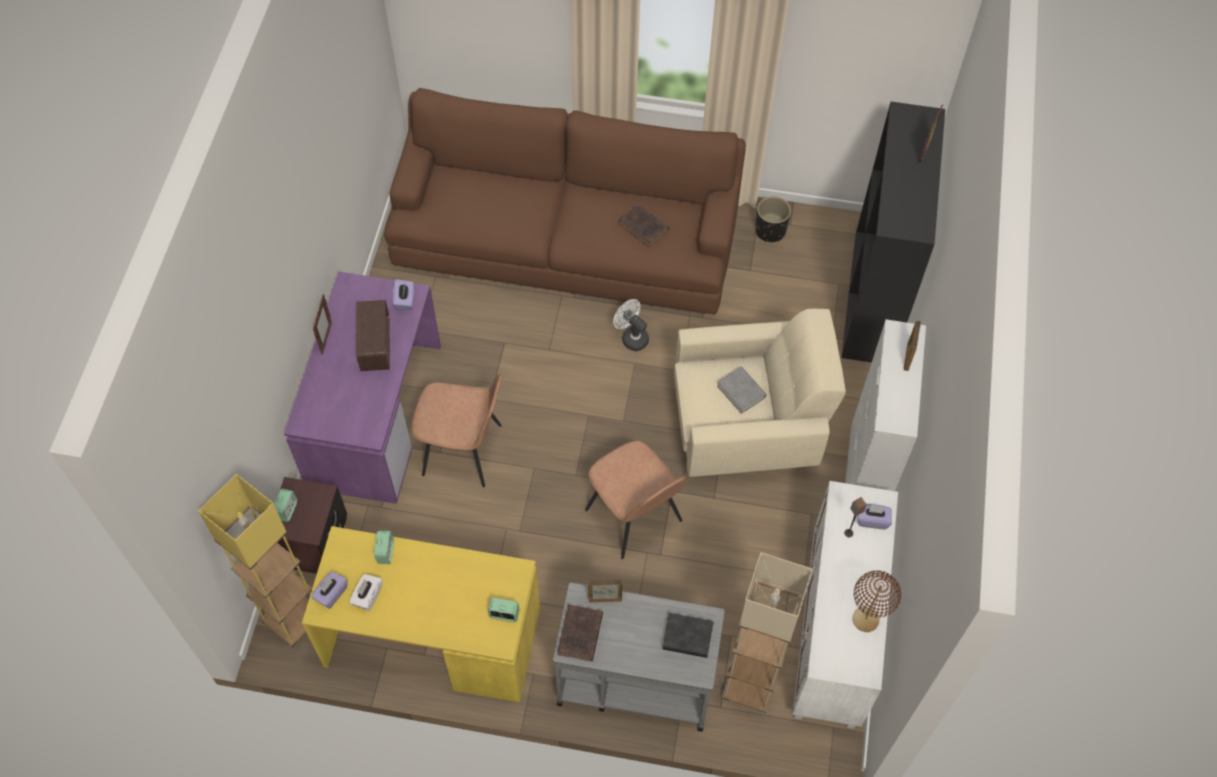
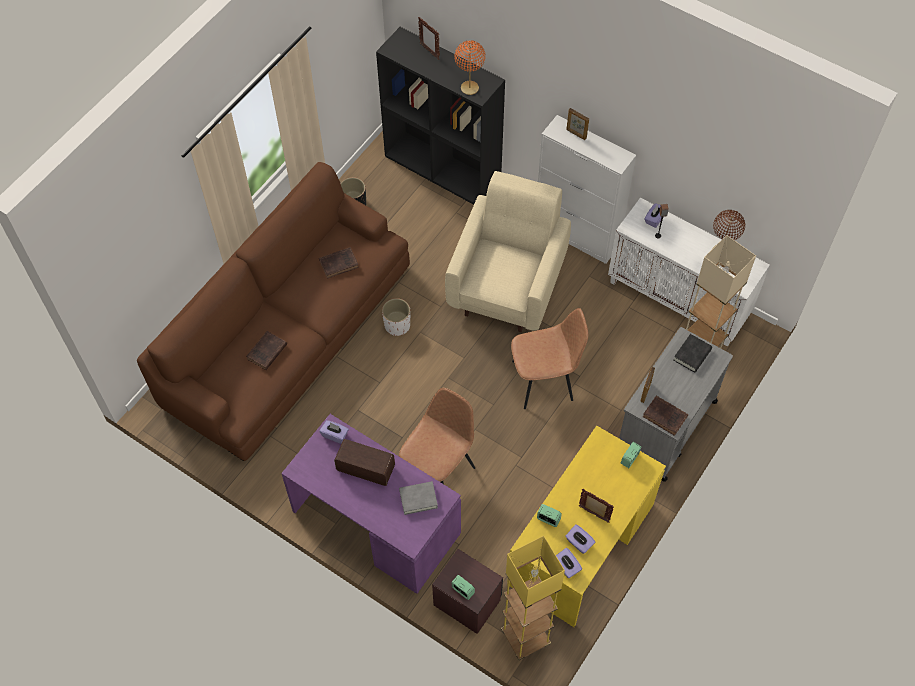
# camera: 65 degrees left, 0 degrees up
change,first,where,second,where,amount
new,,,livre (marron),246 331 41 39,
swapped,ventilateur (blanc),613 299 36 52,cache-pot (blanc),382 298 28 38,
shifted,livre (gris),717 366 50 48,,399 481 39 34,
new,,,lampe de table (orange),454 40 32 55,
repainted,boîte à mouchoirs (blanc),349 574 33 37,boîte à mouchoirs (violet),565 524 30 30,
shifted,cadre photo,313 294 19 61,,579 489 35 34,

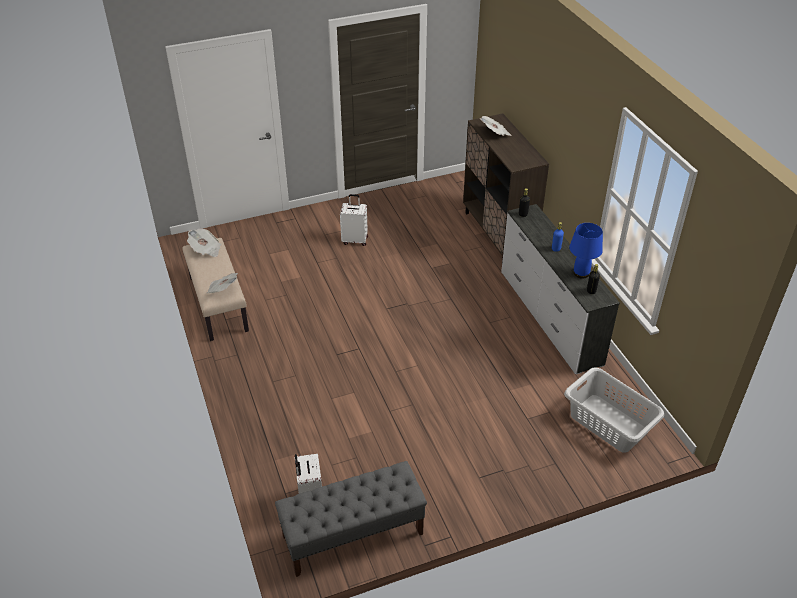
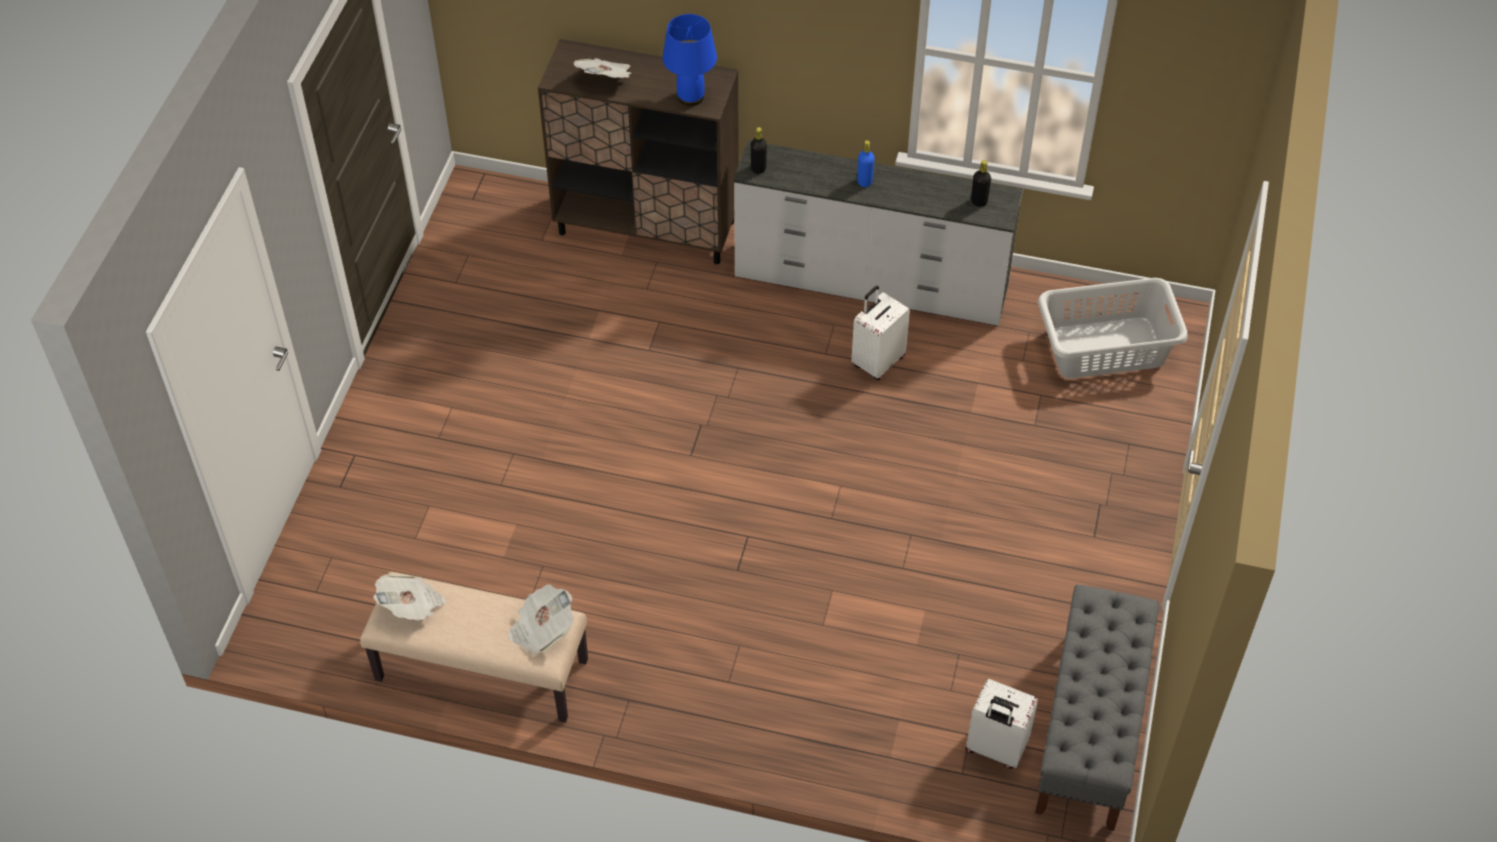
# camera: 55 degrees left, 10 degrees up
change,first,where,second,where,amount
shifted,lampe de table (bleu),569 223 34 56,,662 14 55 92,
shifted,valise (blanc),340 194 28 52,,851 286 59 94,

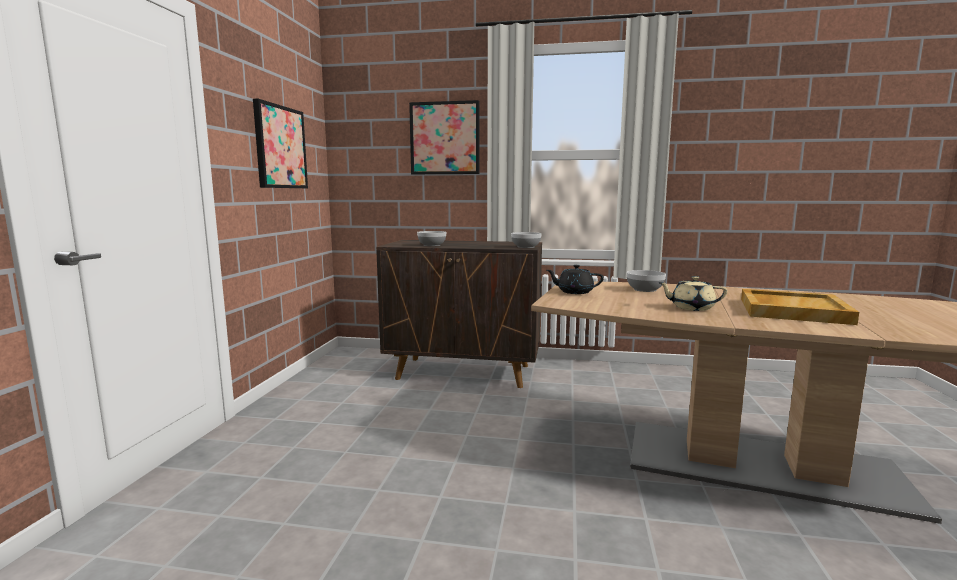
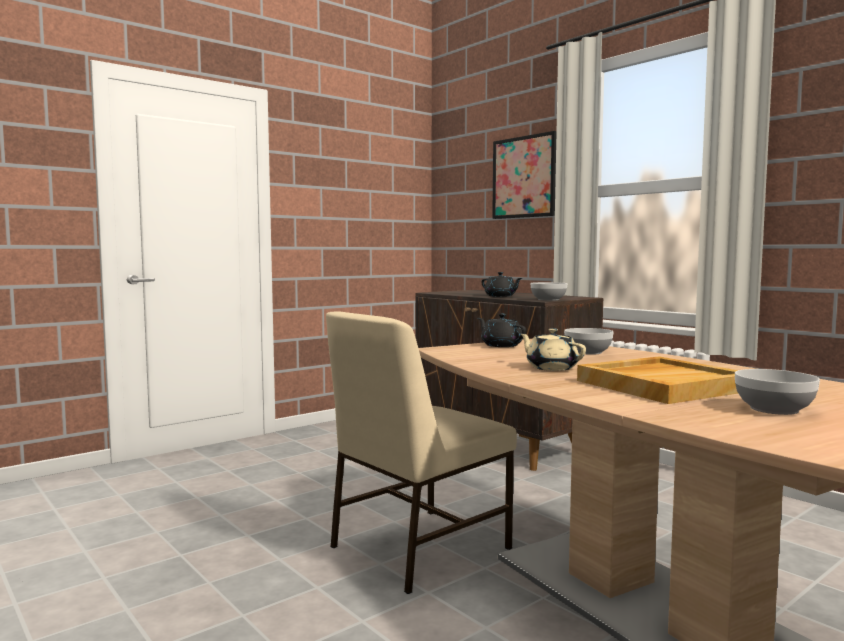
# camera: 40 degrees right, 5 degrees down
change,first,where,second,where,amount
new,,,chaise (beige),326 311 191 283,
new,,,théière (noir),481 272 41 25,
shifted,bol,417 231 29 15,,735 369 85 46,
gone,tableau,253 99 55 89,,,

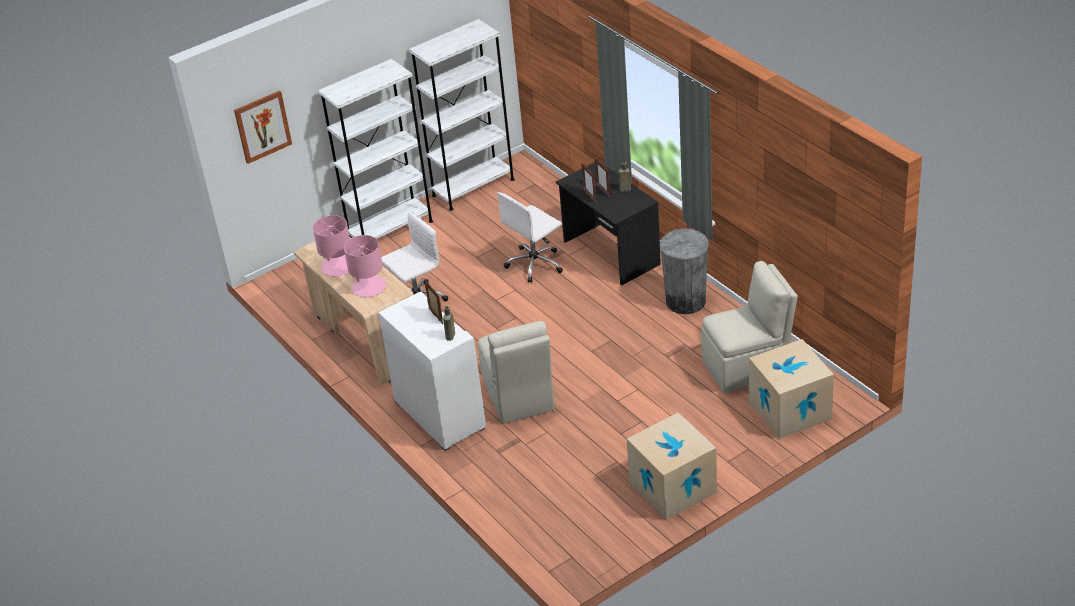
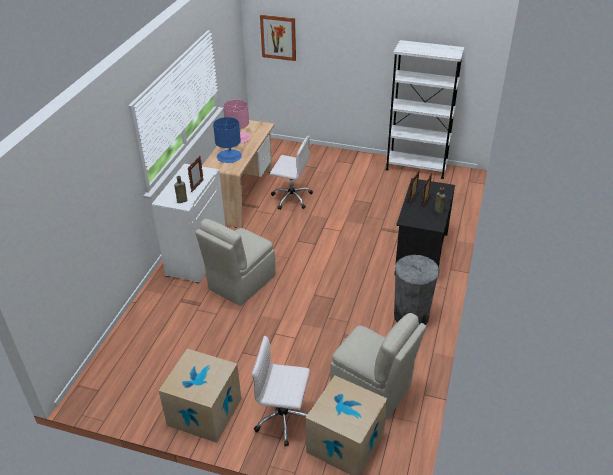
# camera: 50 degrees right, 0 degrees up
change,first,where,second,where,amount
repainted,lampe de table (rose),344 235 42 63,lampe de table (bleu),213 117 29 46,
shifted,chaise de bureau (blanc),497 192 66 91,,252 336 58 111,
gone,bibliothèque (blanc),318 59 115 180,,,

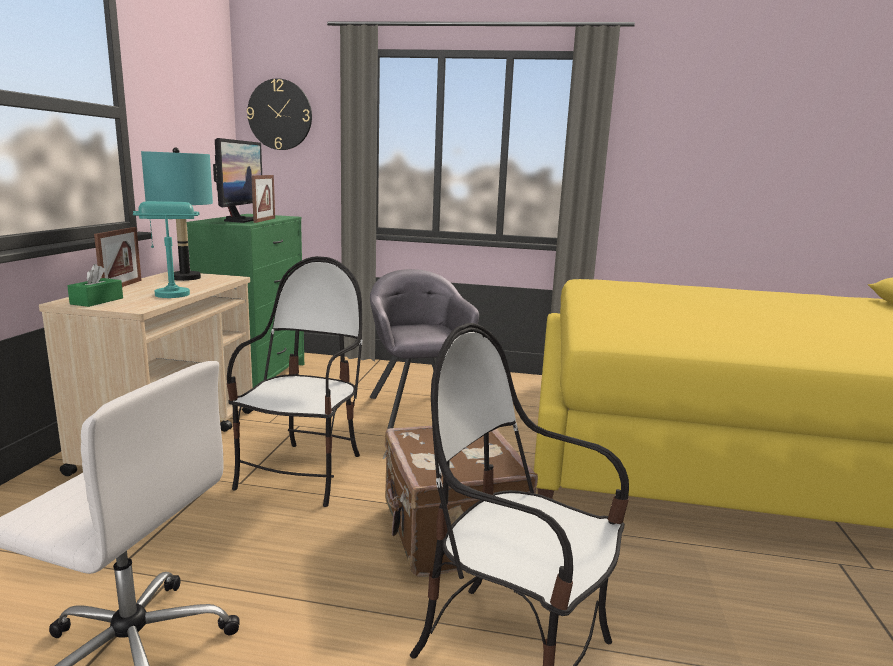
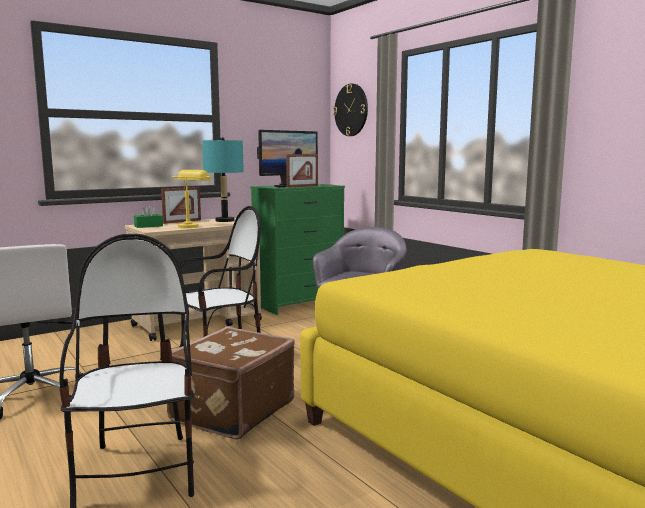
# camera: 45 degrees right, 5 degrees down
change,first,where,second,where,amount
repainted,lampe de table (turquoise),133 201 66 97,lampe de table (jaune),172 170 38 58,

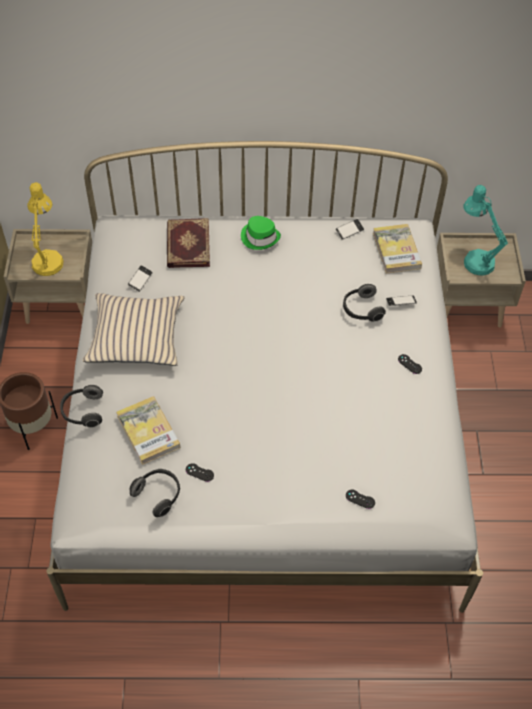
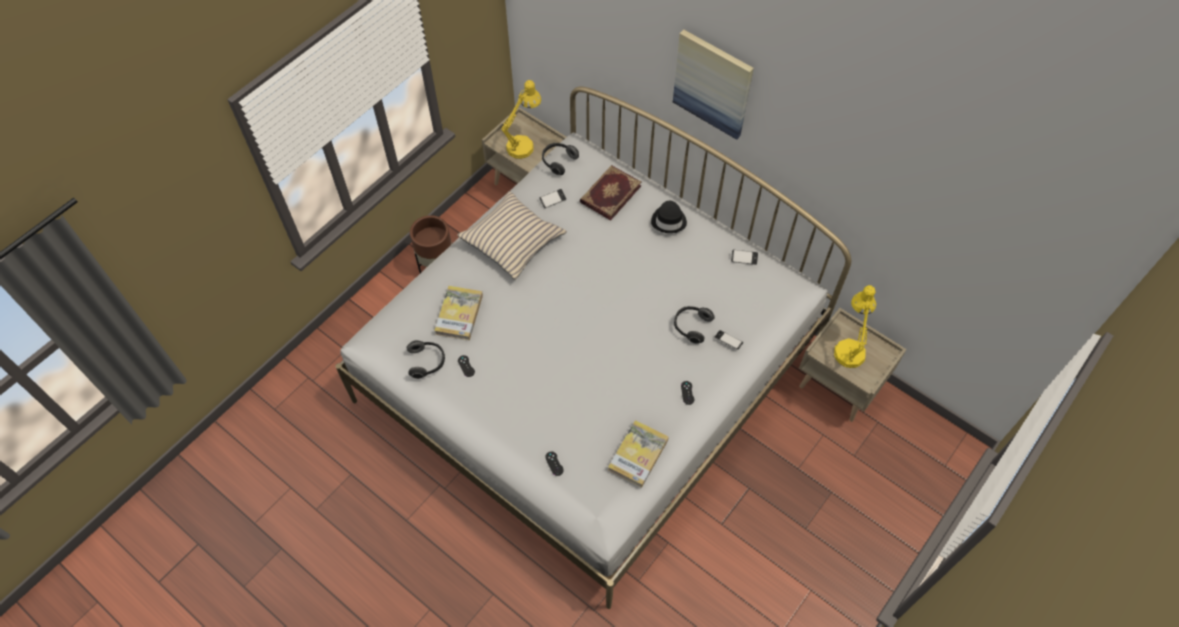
# camera: 40 degrees right, 5 degrees up
change,first,where,second,where,amount
shifted,casque audio,60 385 43 43,,542 143 37 32,
shifted,livre,373 224 49 50,,608 420 61 68,
repainted,chapeau (vert),241 216 40 34,chapeau (noir),651 201 36 32,
new,,,tableau,673 30 81 110,
repainted,lampe de table (turquoise),464 185 44 90,lampe de table (jaune),834 285 42 83,

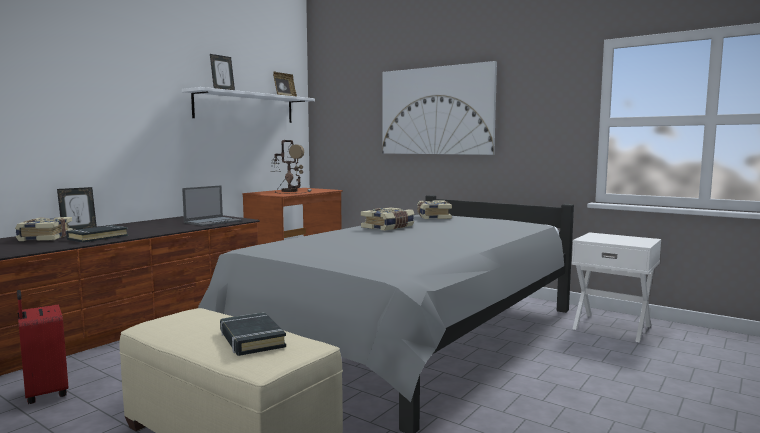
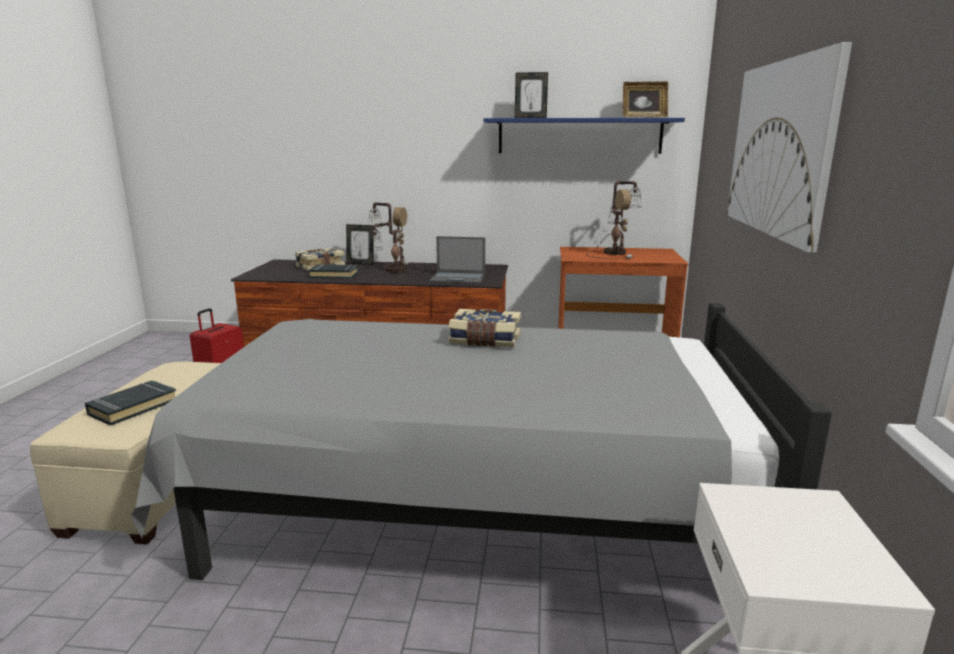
# camera: 60 degrees right, 10 degrees up
change,first,where,second,where,amount
new,,,lampe de table,368 202 61 72,
repainted,étagère (blanc),182 87 133 36,étagère (bleu),483 118 202 36,
gone,livre,417 201 35 18,,,

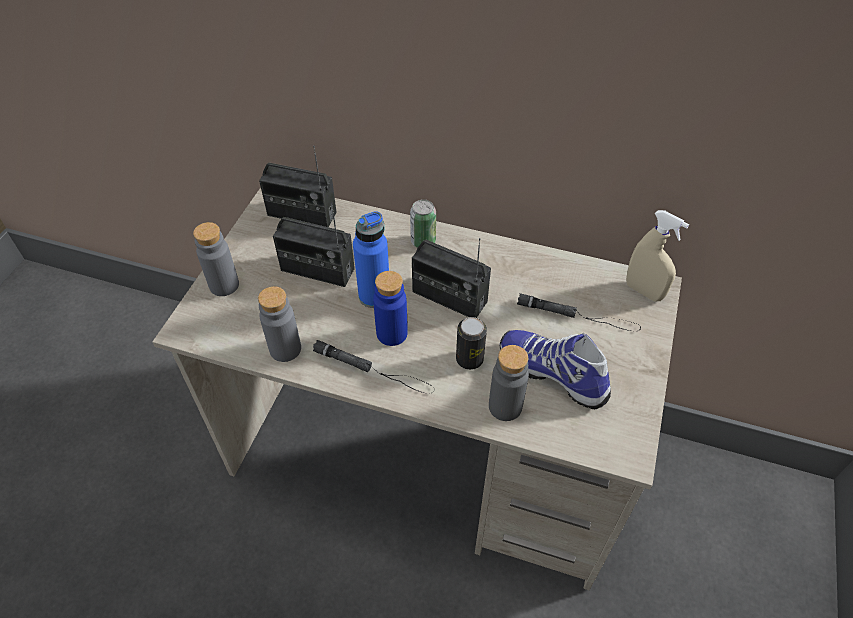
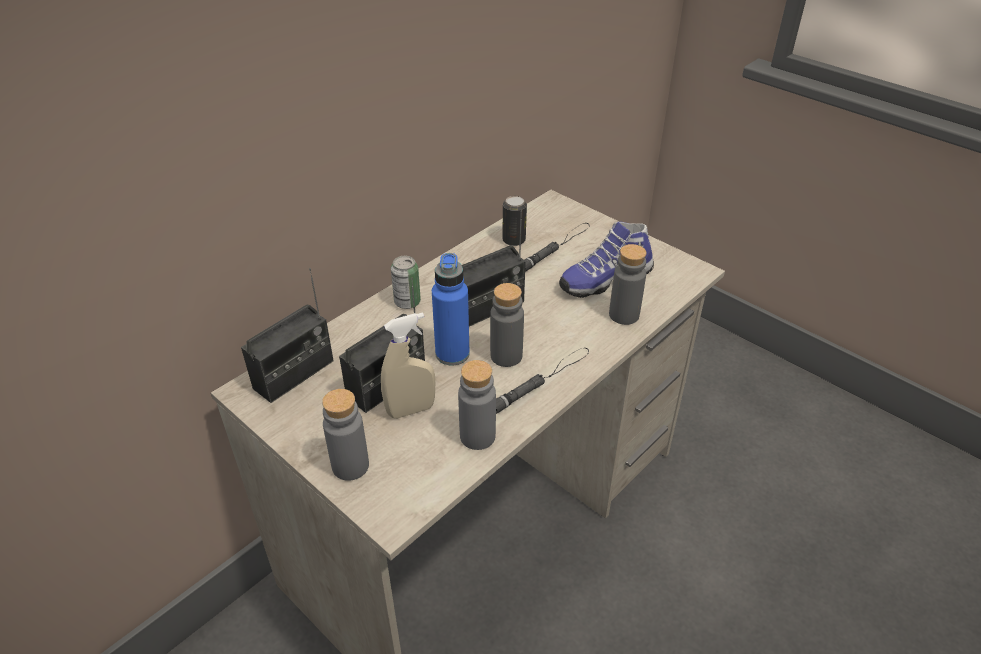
# camera: 65 degrees left, 10 degrees down
change,first,where,second,where,amount
shifted,vaporisateur (beige),626 210 63 92,,381 313 54 106,
repainted,bouteille (bleu),373 271 35 75,bouteille (gris),490 283 34 84,
shifted,boîte métallique,456 317 31 53,,502 196 25 50,

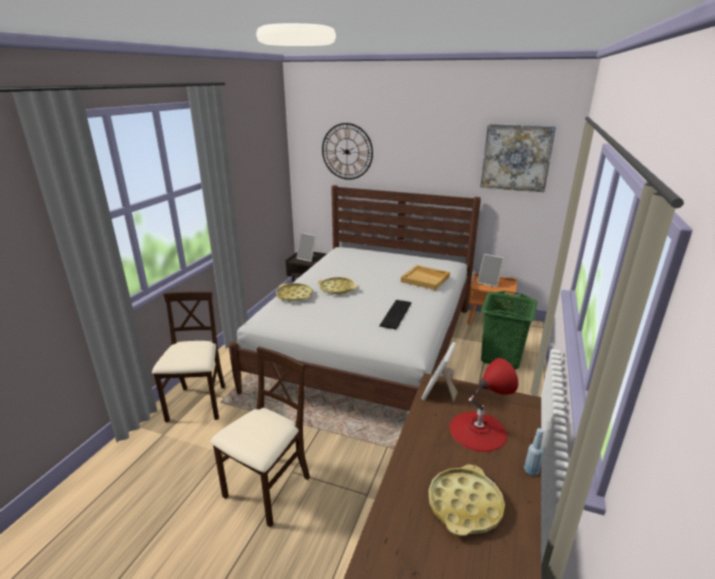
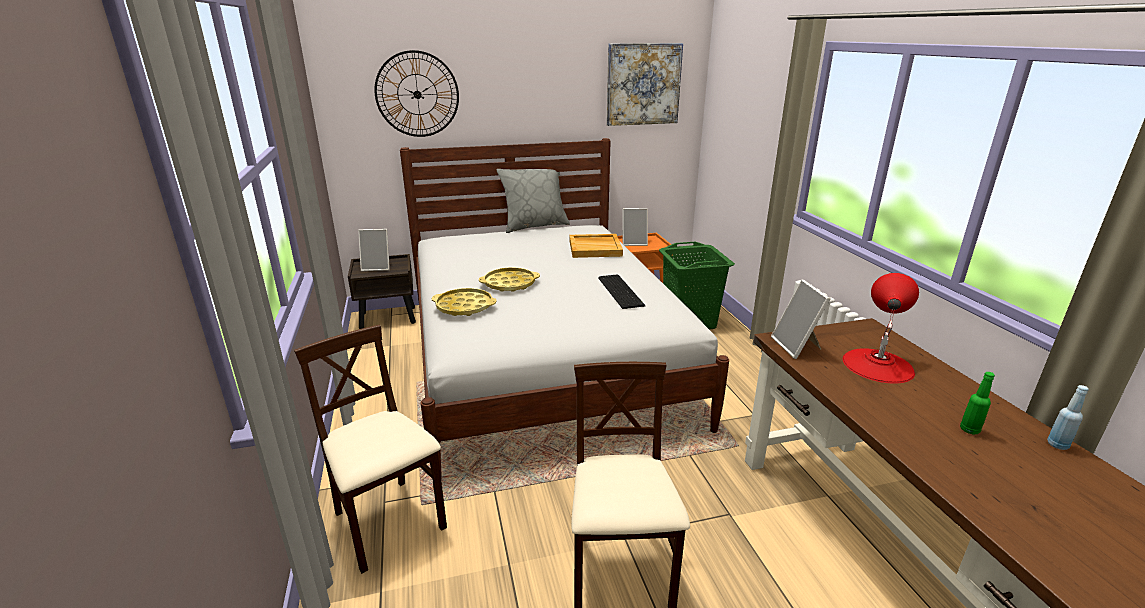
# camera: 35 degrees left, 0 degrees up
change,first,where,second,where,amount
new,,,coussin (gris),496 169 74 64,
swapped,plateau (jaune),428 464 77 72,bouteille (vert),960 372 35 62,
shifted,bouteille (bleu),524 428 20 48,,1047 385 42 65,

